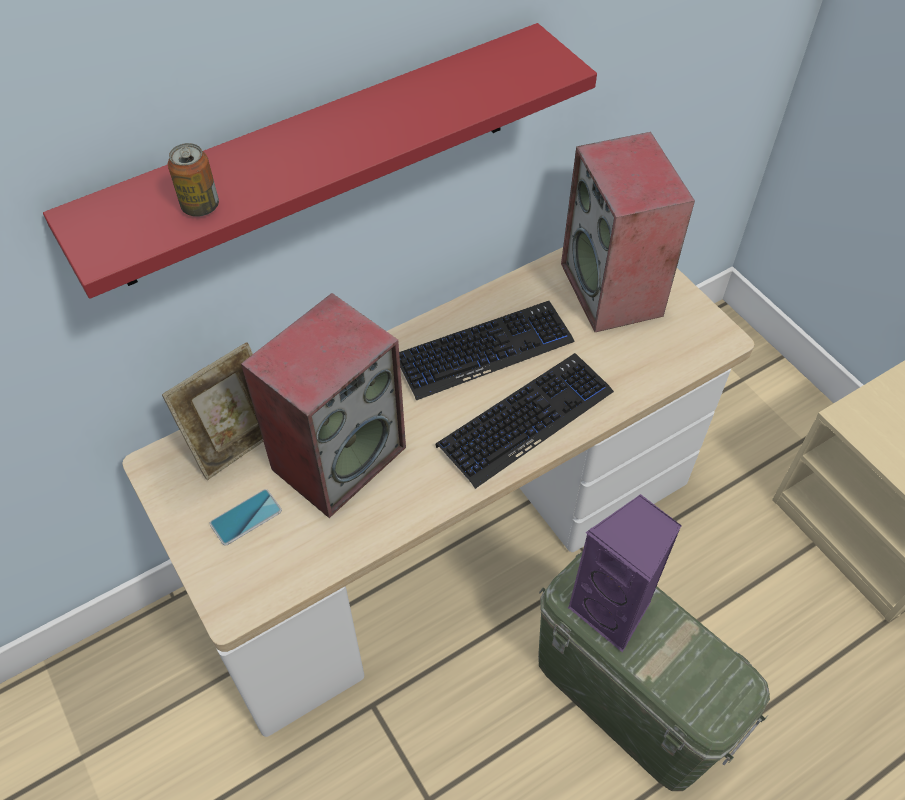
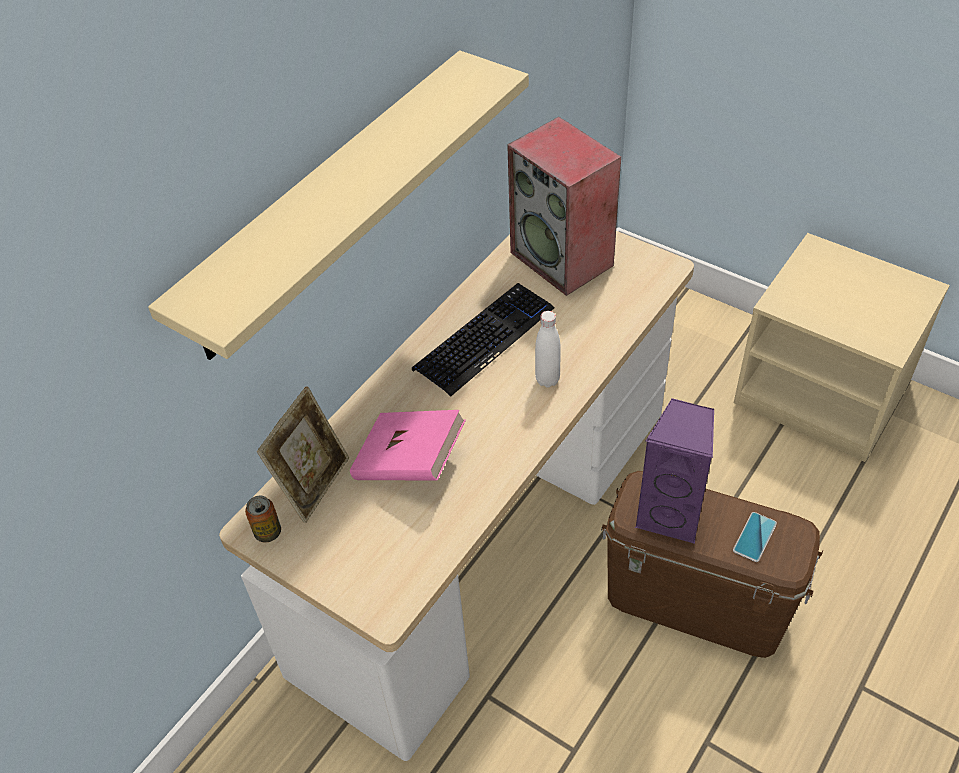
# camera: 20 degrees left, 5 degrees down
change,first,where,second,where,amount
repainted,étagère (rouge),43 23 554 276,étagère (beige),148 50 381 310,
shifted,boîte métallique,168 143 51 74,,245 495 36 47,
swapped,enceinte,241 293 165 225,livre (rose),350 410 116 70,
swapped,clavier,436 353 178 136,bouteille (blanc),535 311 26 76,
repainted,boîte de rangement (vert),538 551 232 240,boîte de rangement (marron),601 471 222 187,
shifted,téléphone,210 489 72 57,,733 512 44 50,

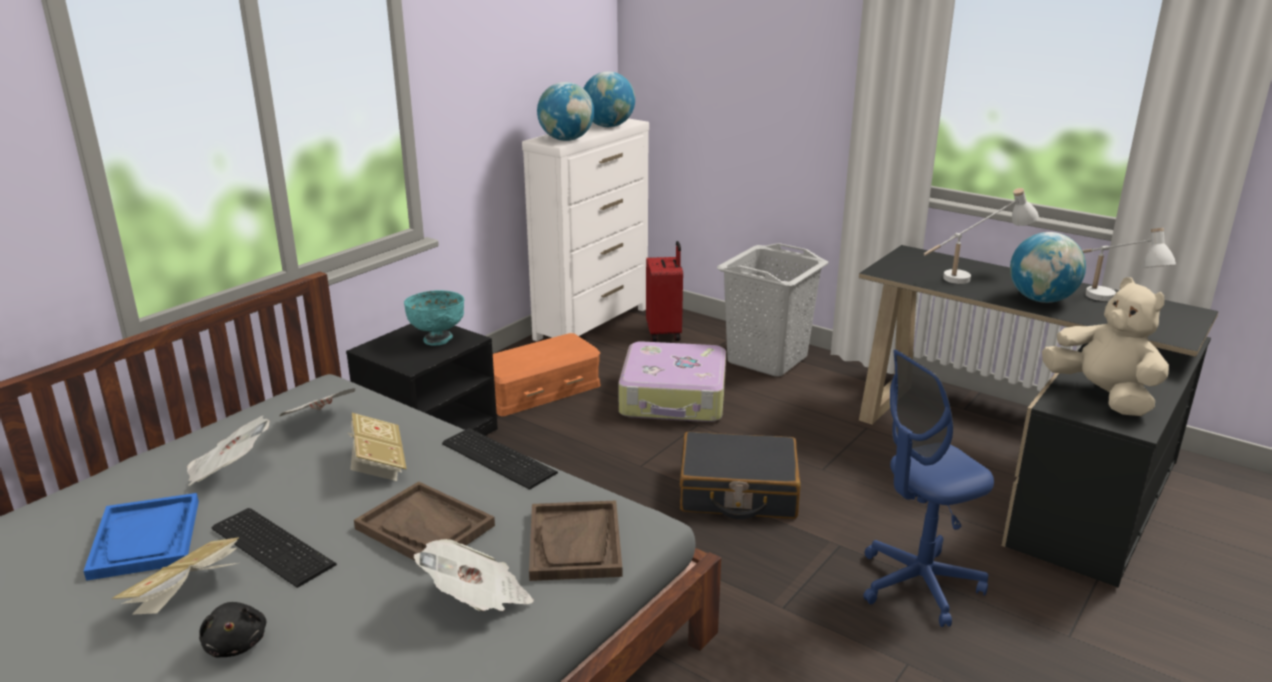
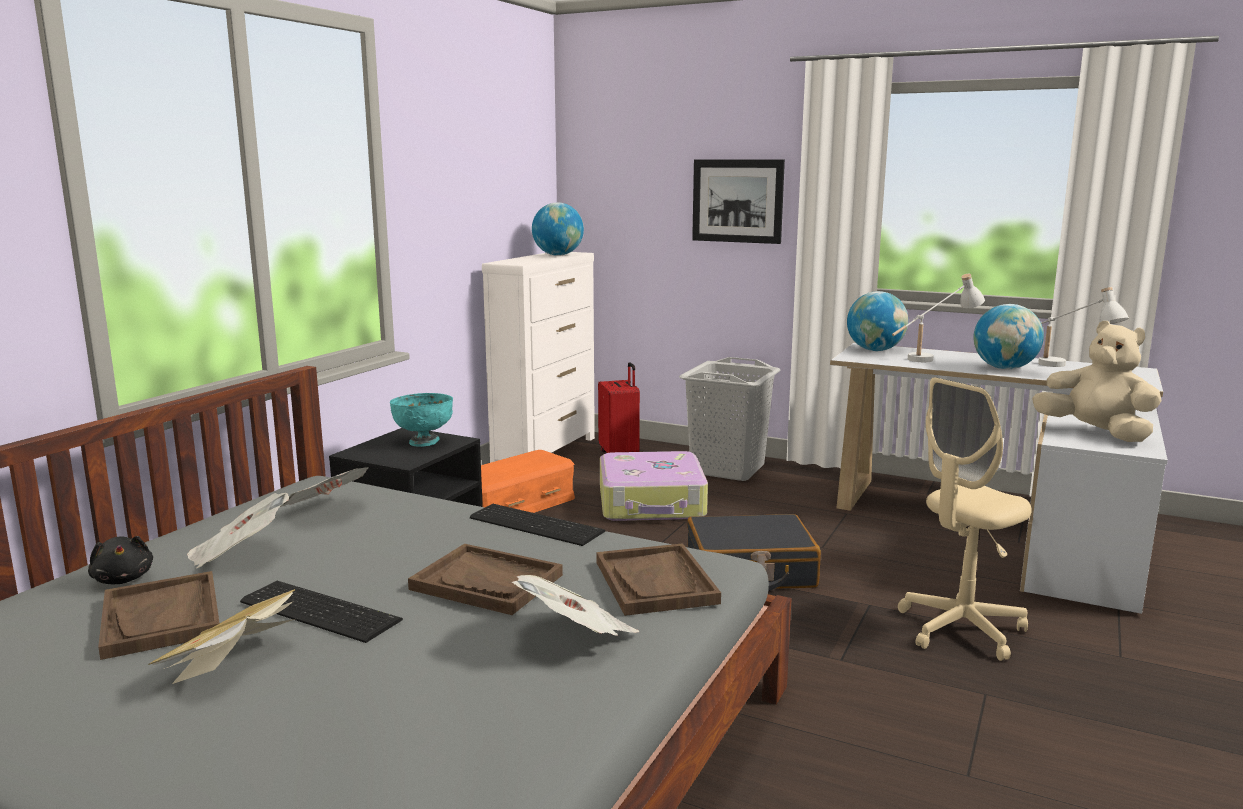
# camera: 10 degrees left, 10 degrees down
change,first,where,second,where,amount
shifted,peluche (noir),199 602 67 55,,88 536 65 48,
repainted,plateau (bleu),84 493 115 88,plateau (marron),98 571 122 89,
new,,,tableau,692 159 93 85,
repainted,bureau (noir),859 245 360 342,bureau (blanc),830 343 338 271,
shifted,globe,537 82 57 59,,847 291 61 60,
repainted,chaise de bureau (bleu),863 349 131 278,chaise de bureau (beige),898 377 134 284,
gone,livre,347 413 60 68,,,

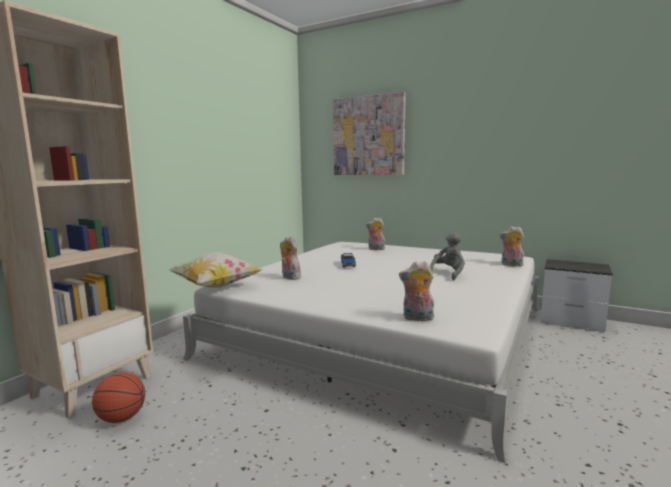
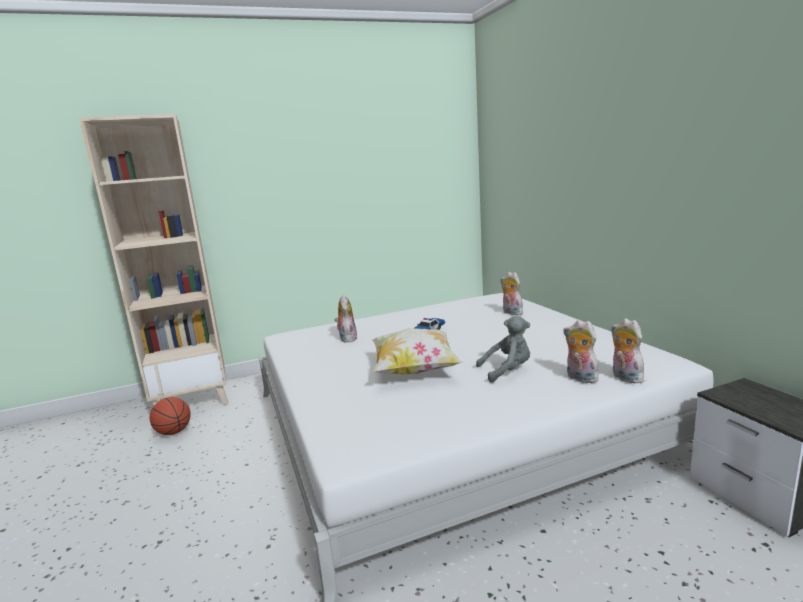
# camera: 40 degrees right, 5 degrees up
change,first,where,second,where,amount
shifted,coussin,169 252 95 36,,372 328 91 46,
shifted,peluche,399 261 35 62,,563 320 36 63,
gone,tableau,333 92 73 83,,,

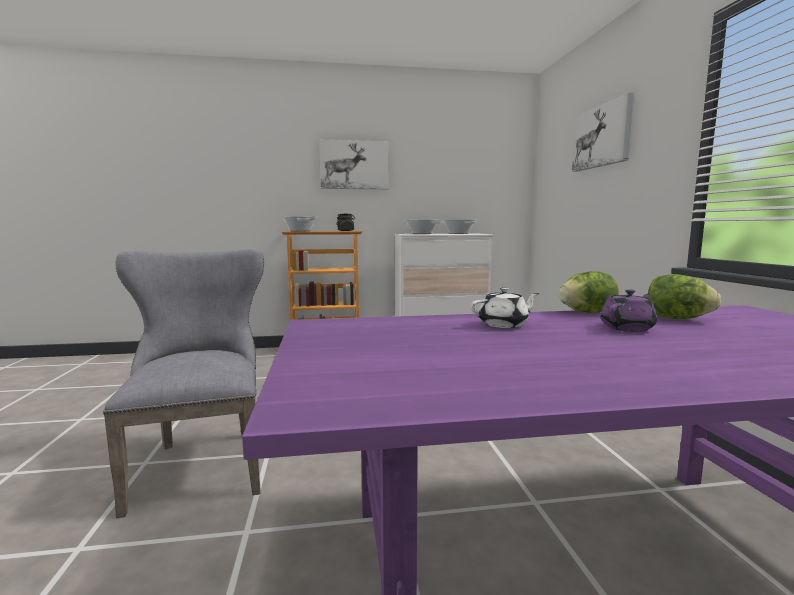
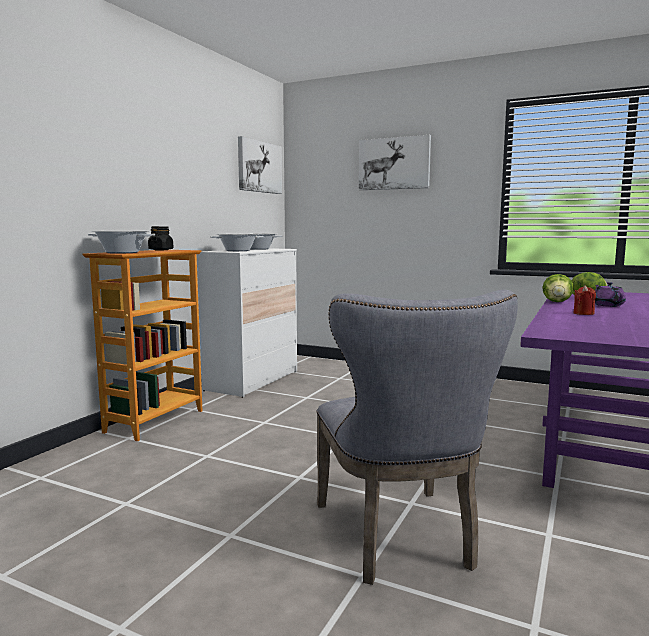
# camera: 55 degrees left, 0 degrees up
change,first,where,second,where,amount
shifted,tableau,319 139 70 50,,238 136 44 58,
rotated,chaise (gris),103 249 161 269,,316 290 202 295,120 degrees counterclockwise
swapped,théière (blanc),471 287 68 41,bougie (rouge),574 286 22 29,

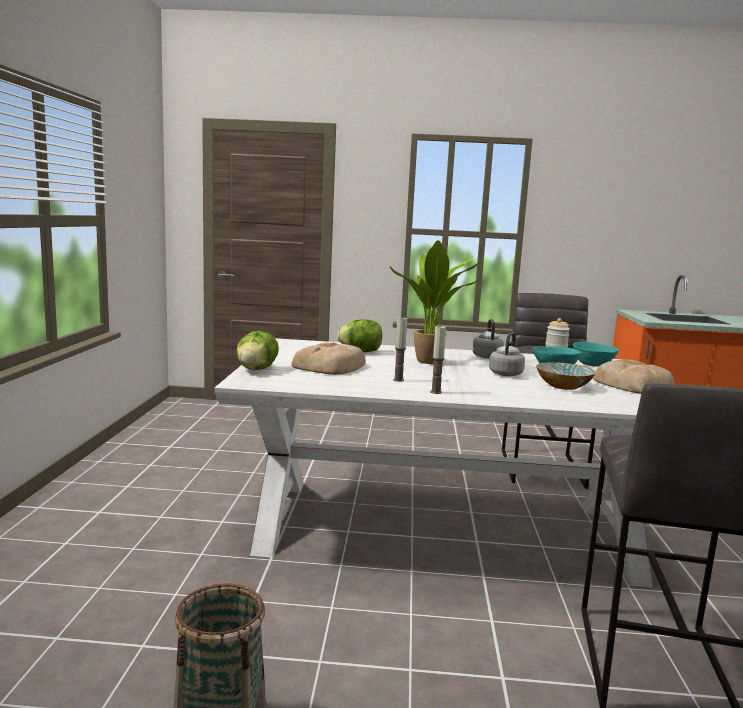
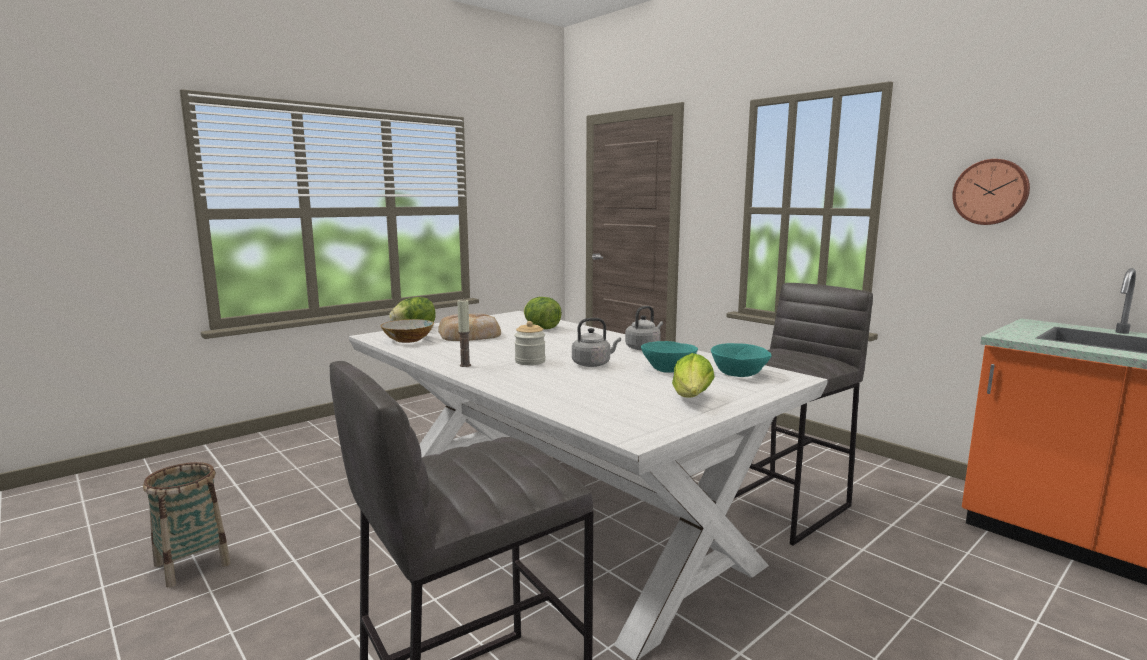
# camera: 45 degrees right, 0 degrees up
change,first,where,second,where,amount
shifted,bol,536 362 60 28,,381 319 53 24,
shifted,bocal,545 318 25 30,,514 321 32 44,
swapped,pain,593 359 82 35,laitue,672 353 43 45,
new,,,horloge murale,952 159 78 66,
gone,plante en pot,390 240 92 124,,,
gone,bougie,393 317 14 65,,,

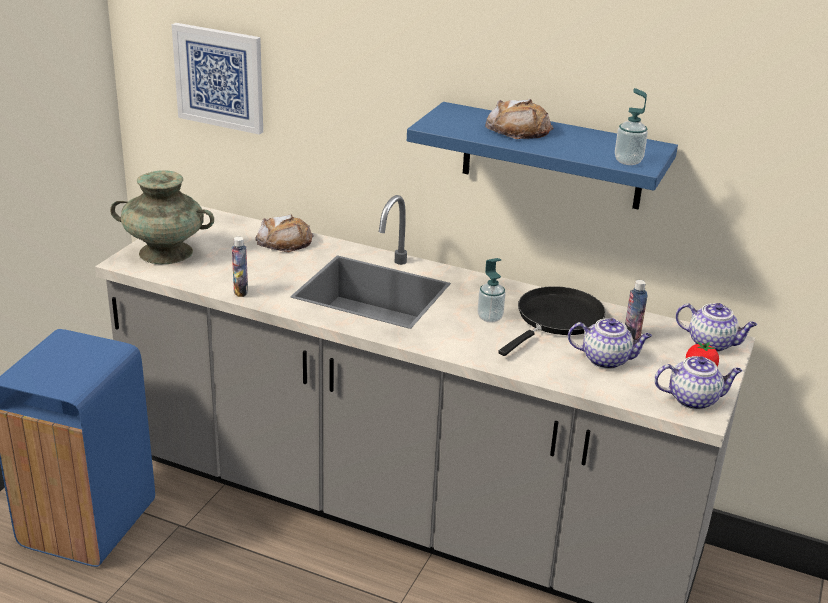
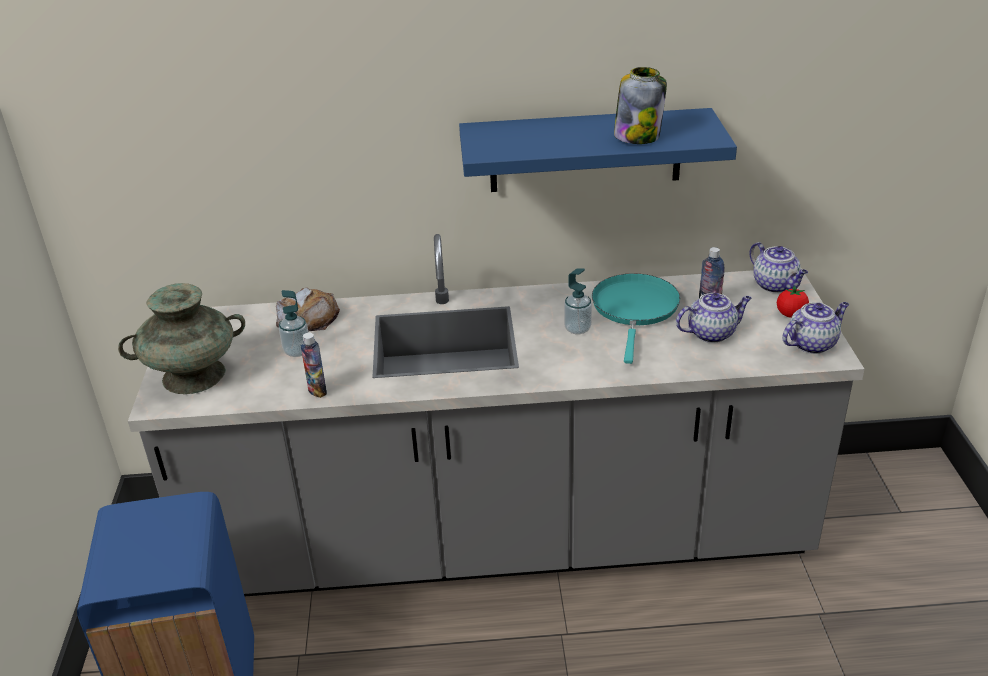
# camera: 25 degrees left, 5 degrees up
change,first,where,second,where,amount
shifted,distributeur de savon,615 88 33 77,,279 290 29 67,
repainted,poêle (noir),498 286 108 70,poêle (turquoise),592 273 88 91,
new,,,bocal,614 67 53 77,
rotated,théière,676 303 81 49,,749 242 59 51,60 degrees clockwise
gone,tableau,172 23 91 112,,,
gone,pain,485 99 68 40,,,

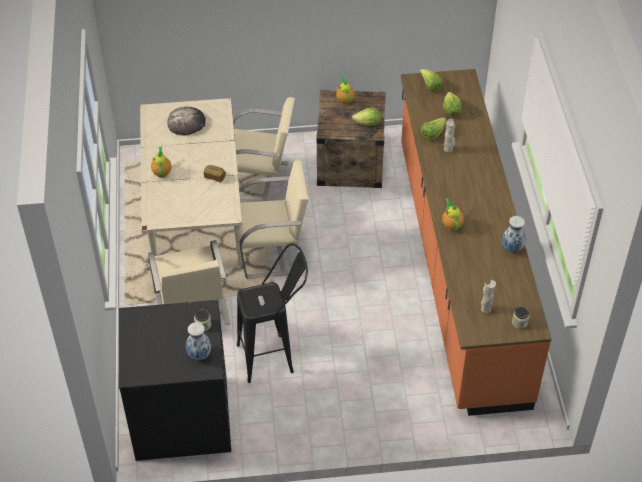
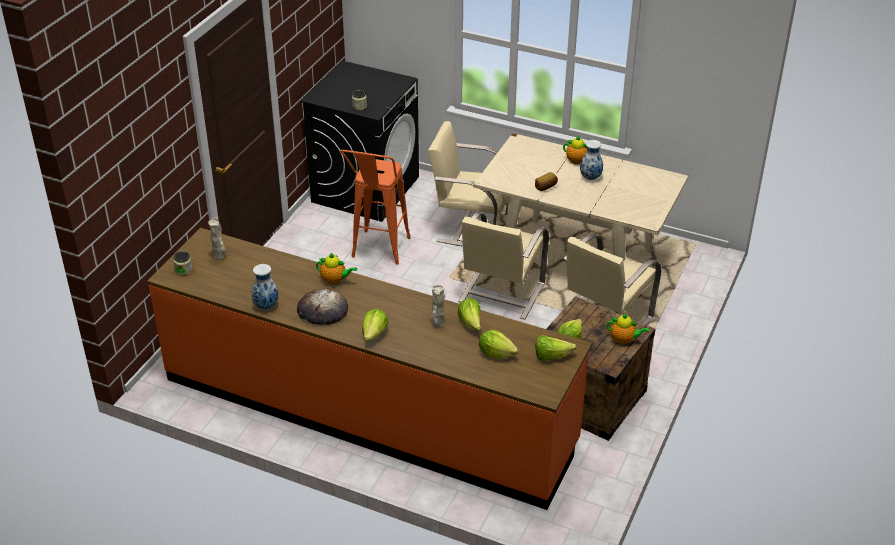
# camera: 120 degrees right, 10 degrees down
change,first,where,second,where,amount
shifted,pain,168 107 38 29,,297 289 51 36,
repainted,tabouret (noir),237 243 71 140,tabouret (orange),340 150 71 115,
new,,,laitue,362 309 26 33,
shifted,vase,186 322 25 38,,580 140 23 40,

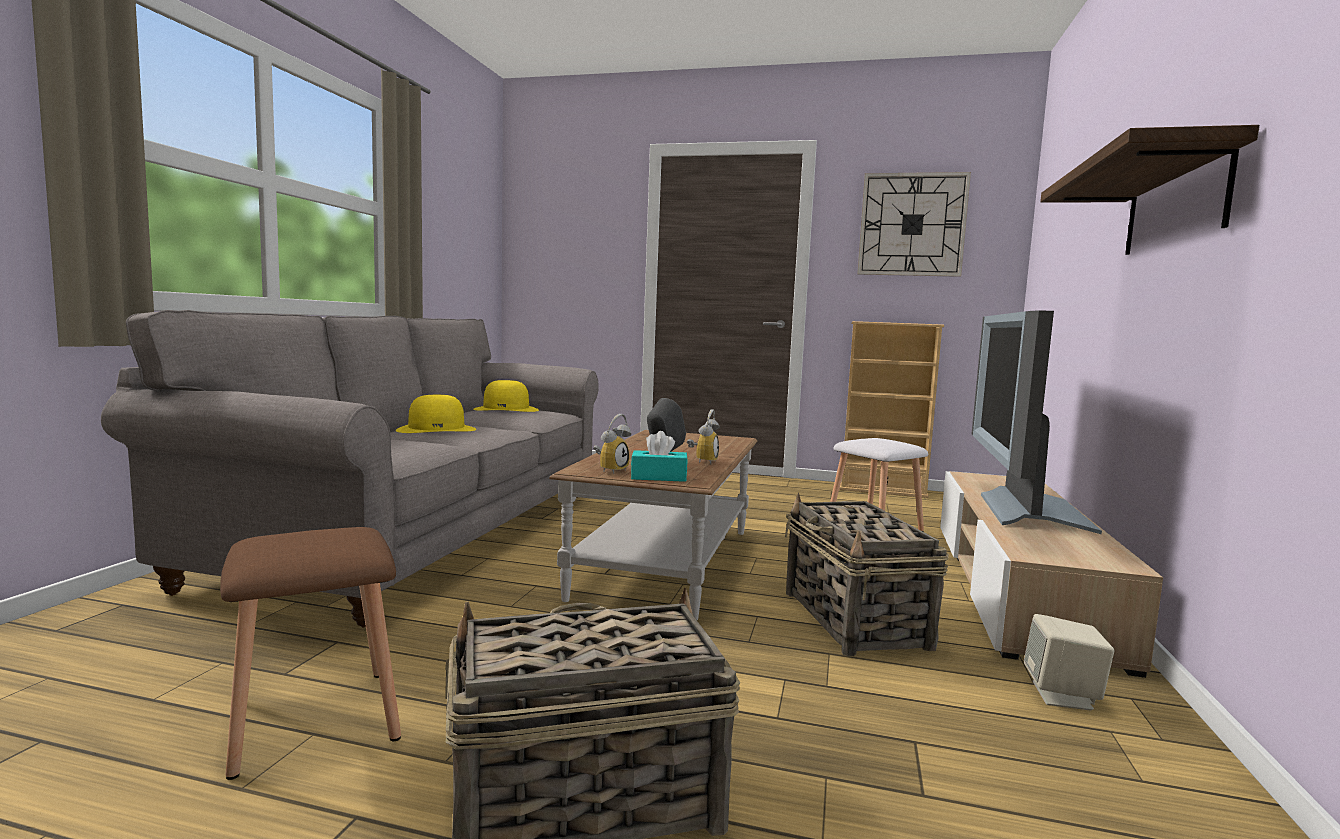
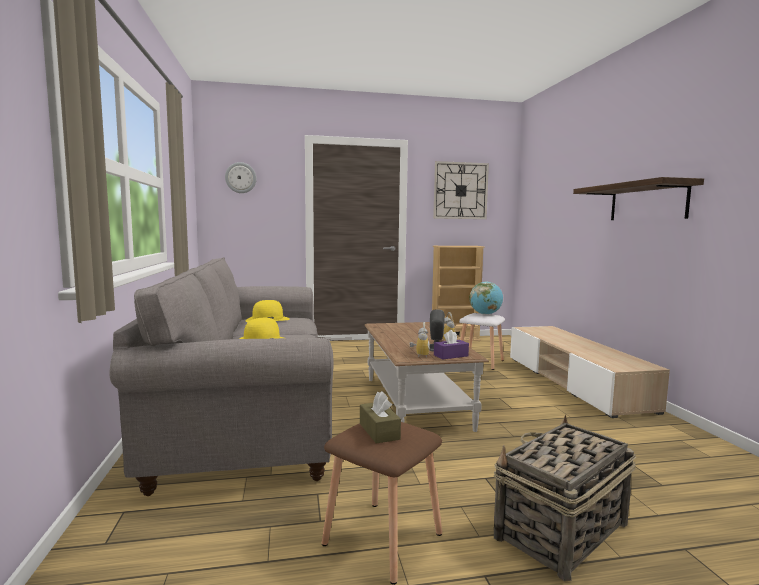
# camera: 25 degrees left, 0 degrees up
change,first,where,second,where,amount
new,,,horloge murale,225 162 31 31,
new,,,boîte à mouchoirs (marron),360 391 41 53,
repainted,boîte à mouchoirs (turquoise),631 431 57 51,boîte à mouchoirs (violet),434 330 35 30,
new,,,globe,469 281 34 34,
gone,panier,785 493 164 163,,,
gone,téléviseur,972 310 130 224,,,
gone,enceinte (beige),1024 614 90 96,,,

